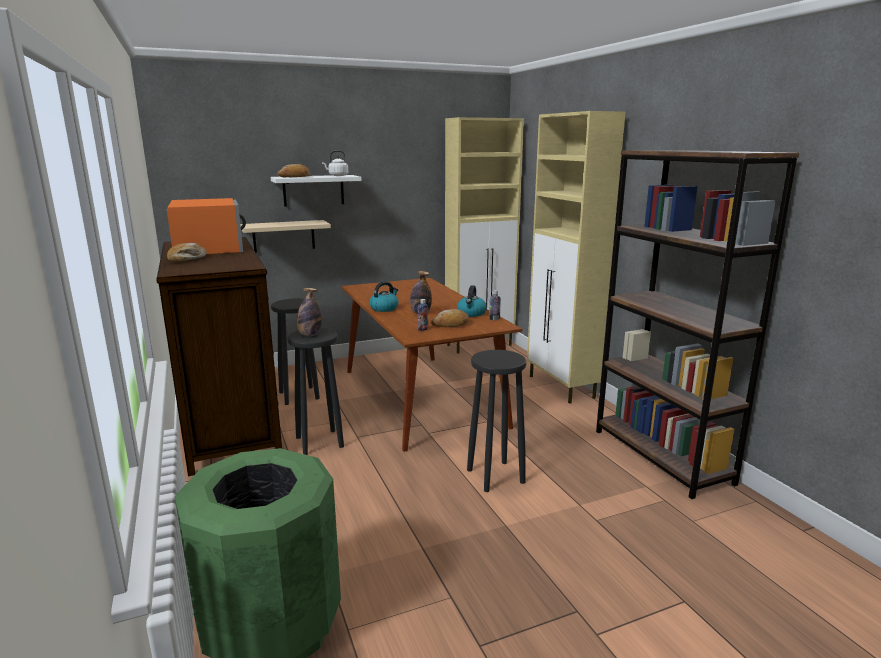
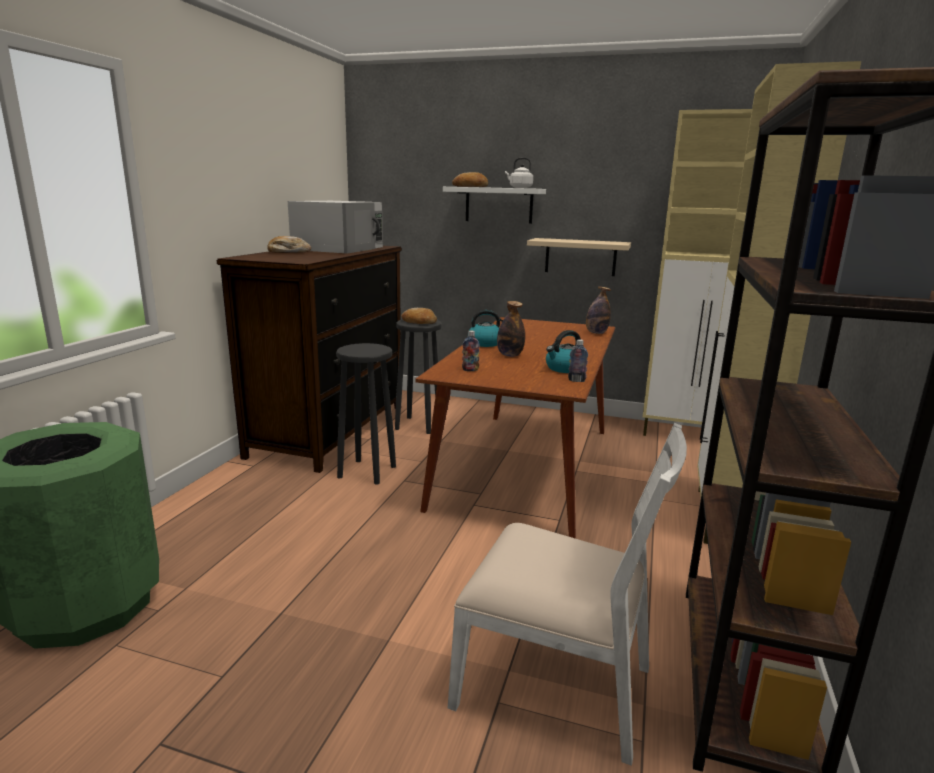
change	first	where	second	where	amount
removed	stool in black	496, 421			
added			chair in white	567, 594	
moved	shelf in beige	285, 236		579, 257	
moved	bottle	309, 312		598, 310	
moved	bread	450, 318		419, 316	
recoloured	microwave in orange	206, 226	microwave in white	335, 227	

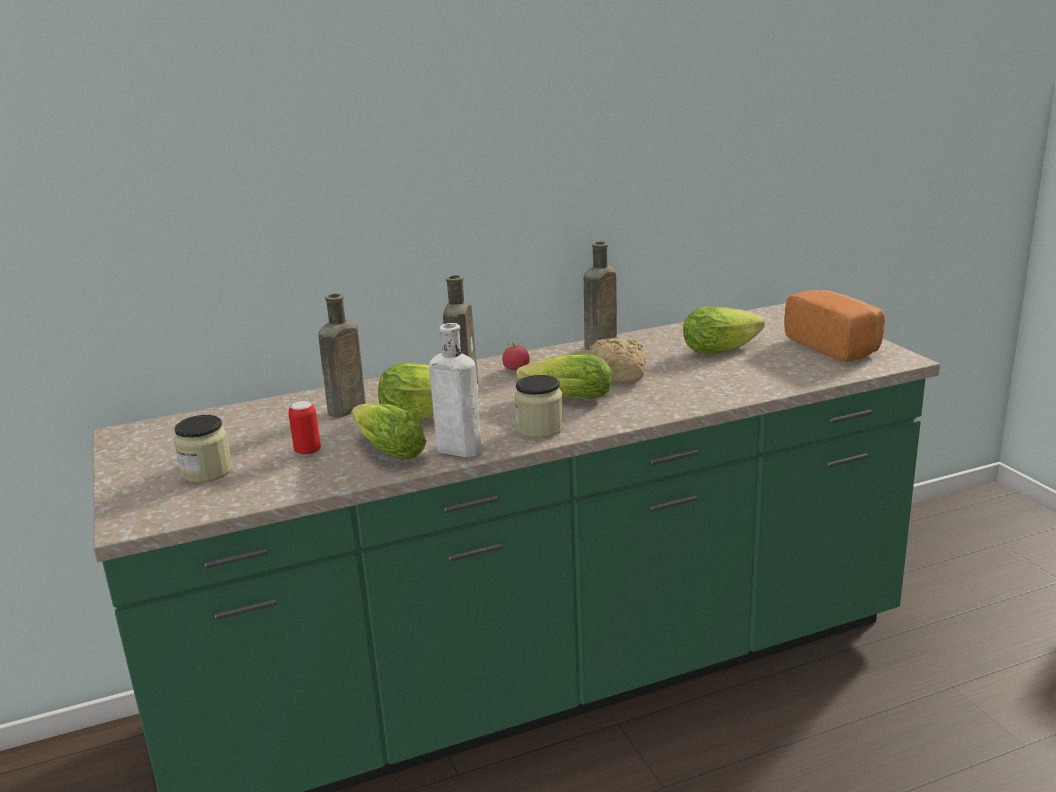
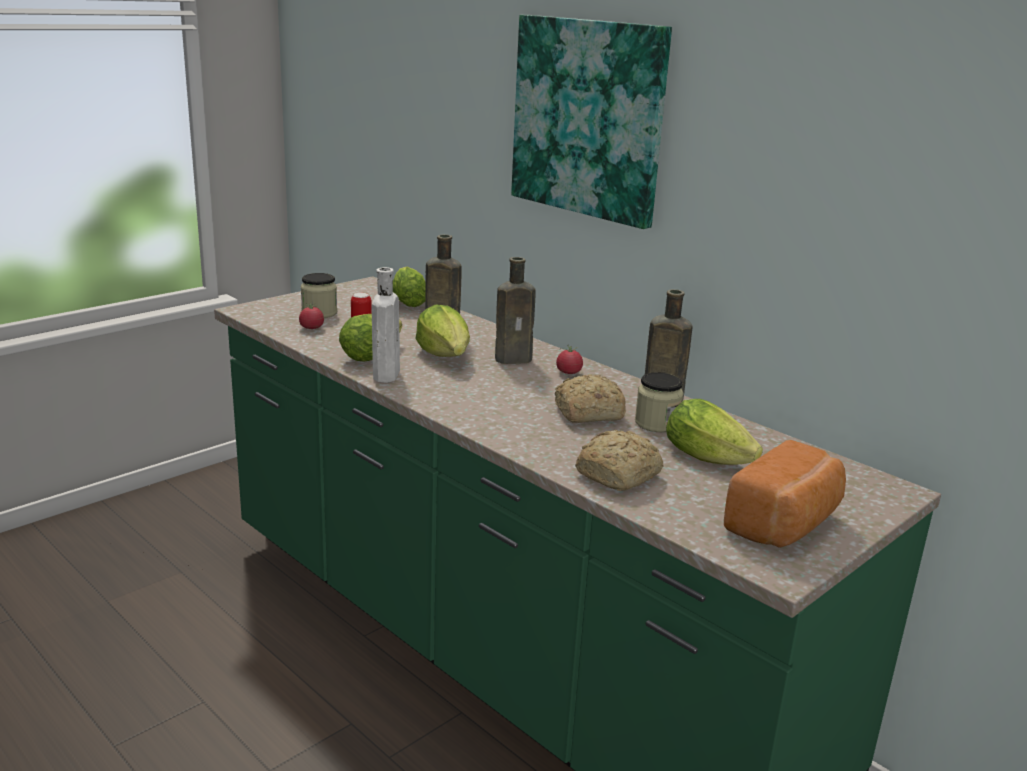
change	first	where	second	where	amount
added			tomato	311, 316	
added			picture	591, 122	
added			bread	619, 460	
moved	jar	538, 406		659, 402	
moved	lettuce	564, 376		409, 287	

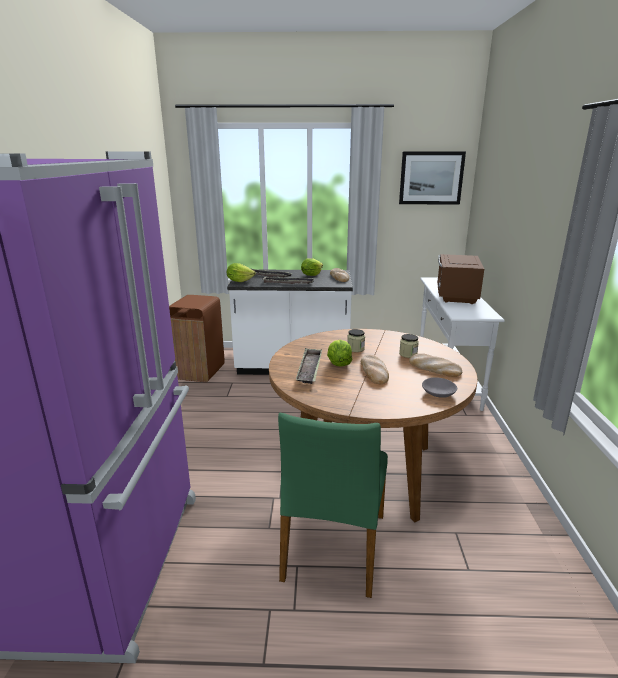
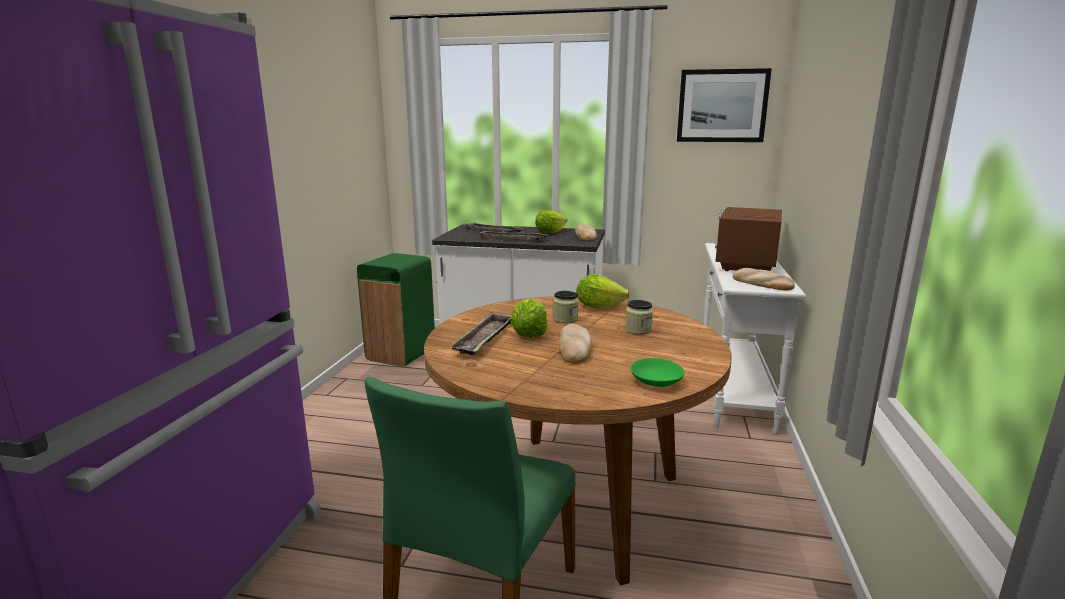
change	first	where	second	where	amount
moved	lettuce	241, 272		603, 292	
moved	bread	435, 365		763, 279	
recoloured	trash can in brown	197, 338	trash can in green	396, 310	
recoloured	bowl in grey	439, 387	bowl in green	657, 372	

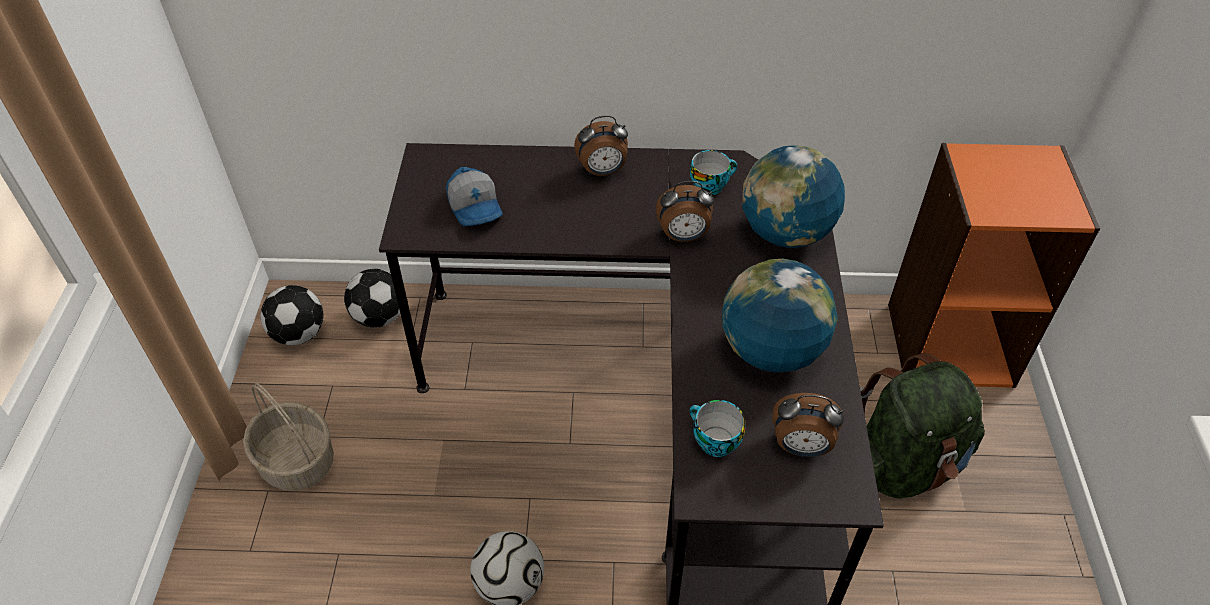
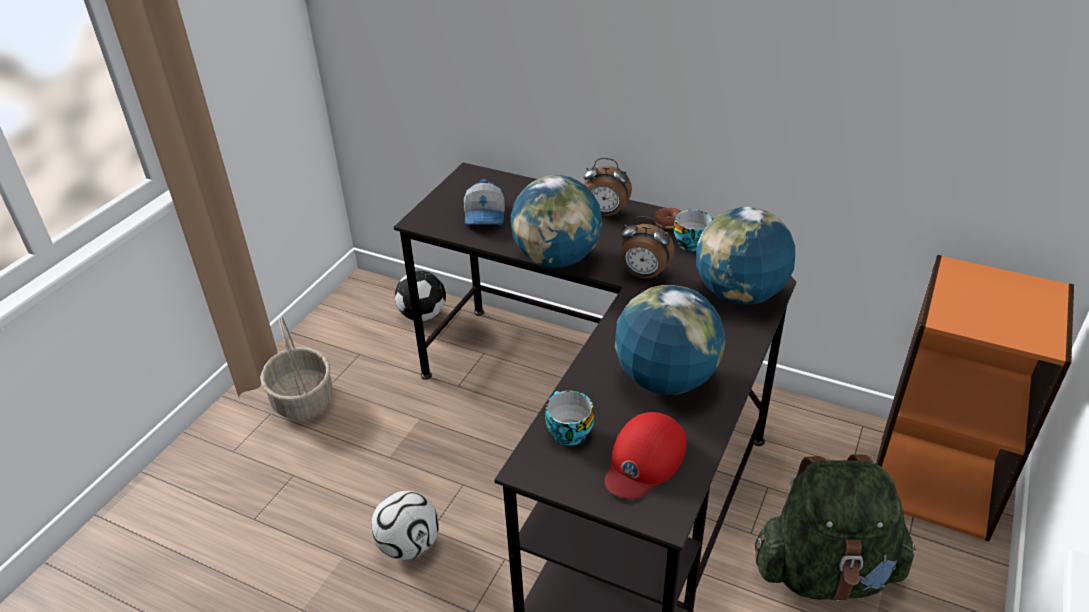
change	first	where	second	where	amount
removed	football	292, 315			
added			globe	556, 221	
added			donut	667, 218	
replaced	alarm clock	808, 425	cap in red	646, 455	

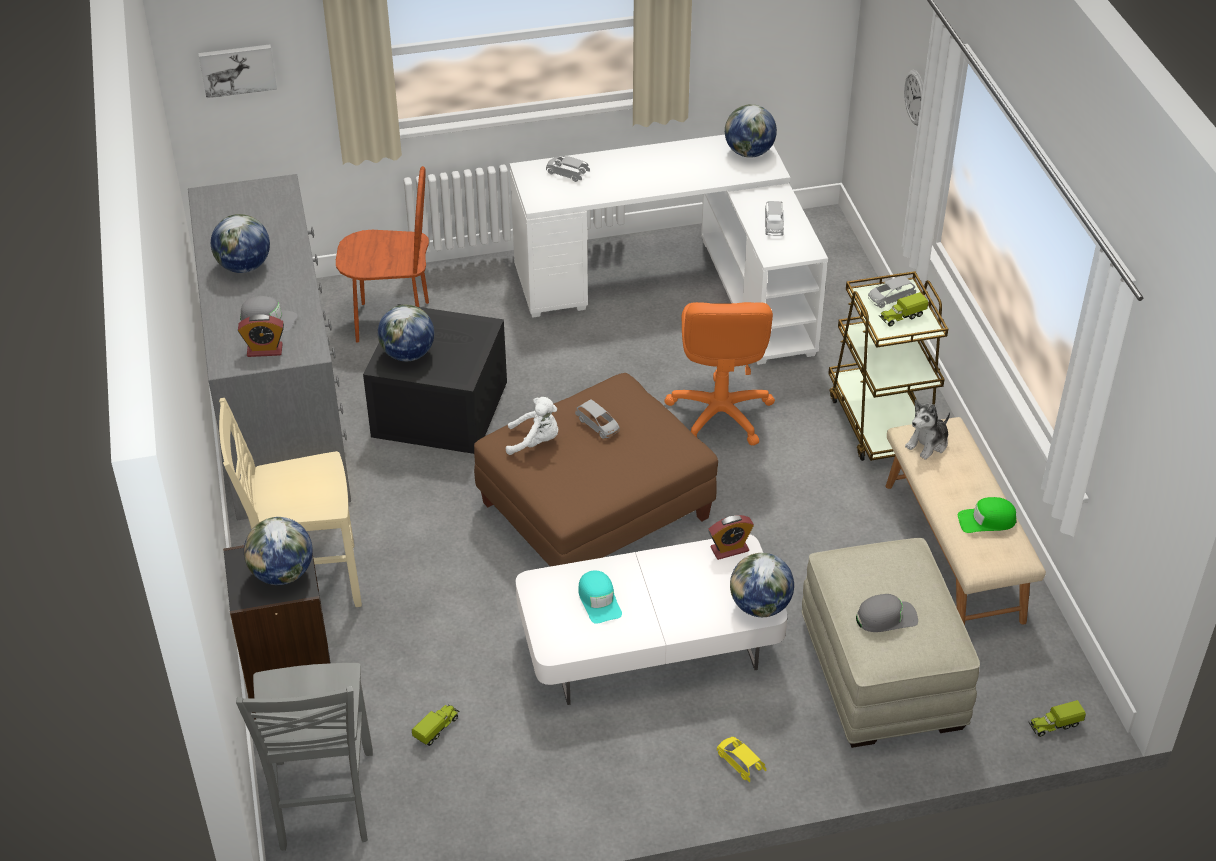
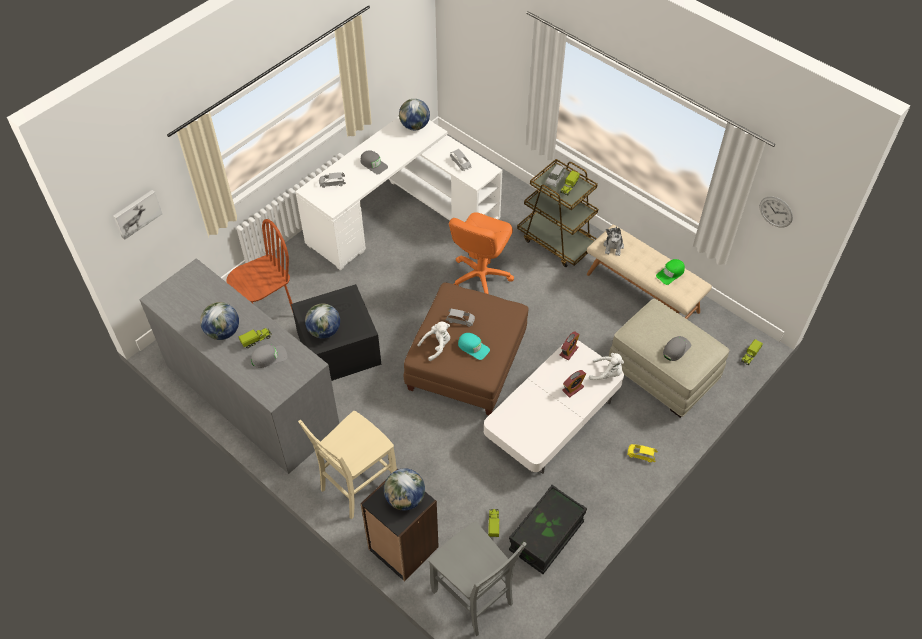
change	first	where	second	where	amount
added			toy truck	255, 338	
added			cap in grey	374, 162	
added			storage box in black	548, 529	
moved	alarm clock	261, 335		574, 383	
moved	cap in turquoise	600, 597		474, 346	
moved	wall clock	913, 98		776, 212	
replaced	globe	762, 585	plush toy in white	606, 366	
turned	office chair in orange	719, 374		481, 253	60 degrees clockwise

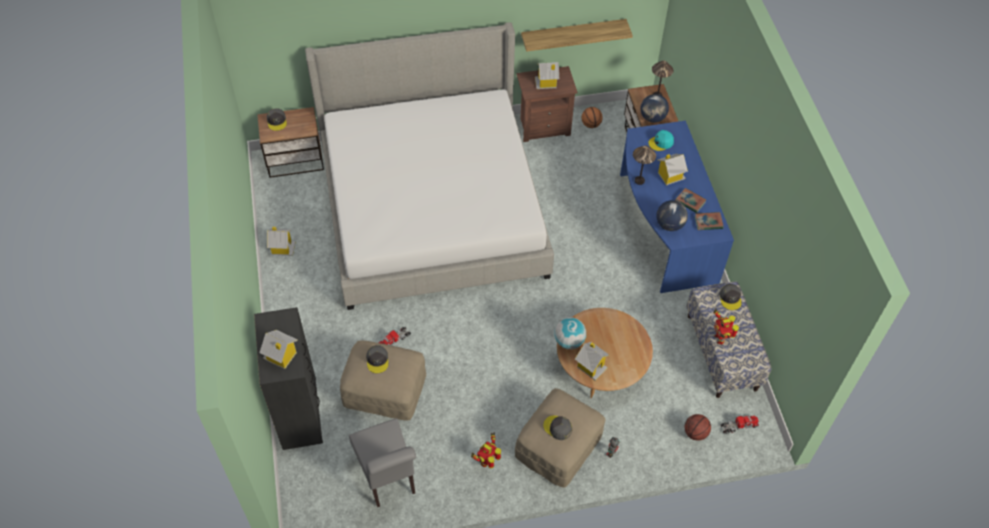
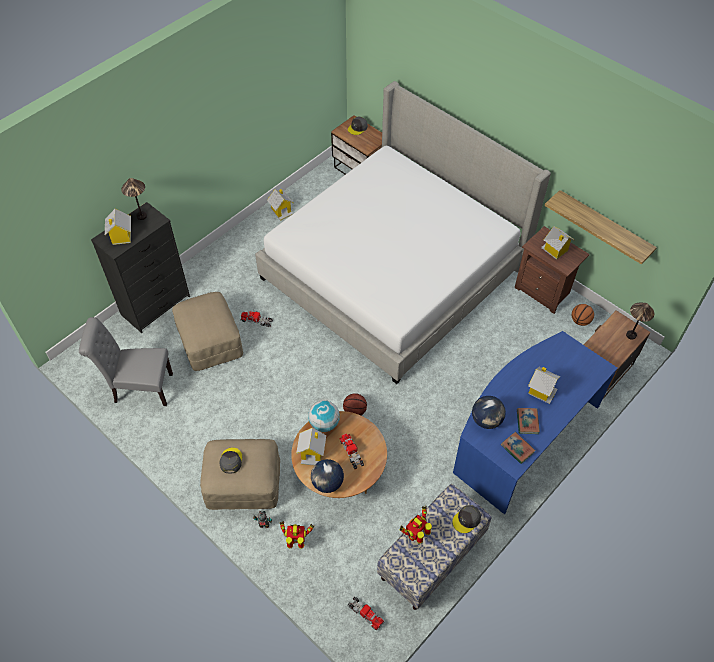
change	first	where	second	where	amount
removed	cap in grey	377, 359			
removed	cap in turquoise	661, 140			
added			toy truck	351, 451	
moved	toy robot	486, 450		297, 535	
moved	table lamp	644, 165		134, 199	
moved	globe	654, 108		327, 476	
moved	basketball	698, 427		355, 404	
turned	chair in grey	382, 462		126, 361	60 degrees clockwise

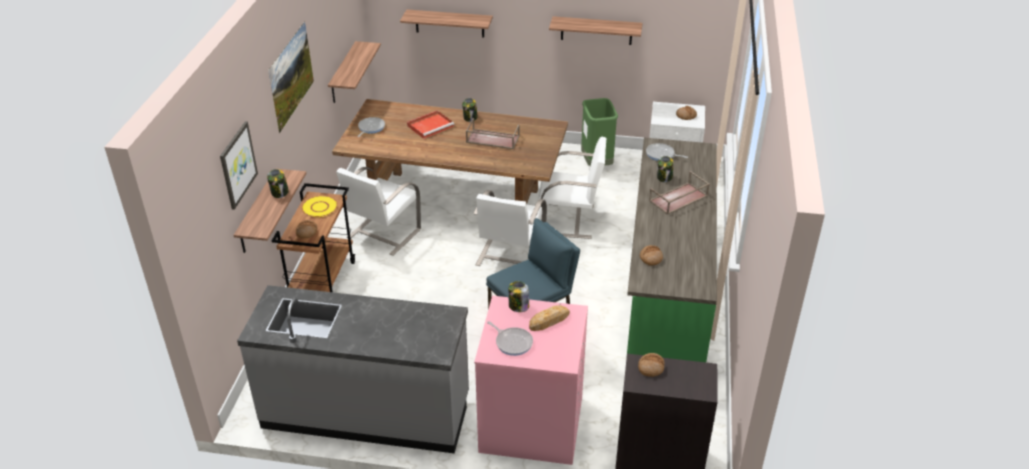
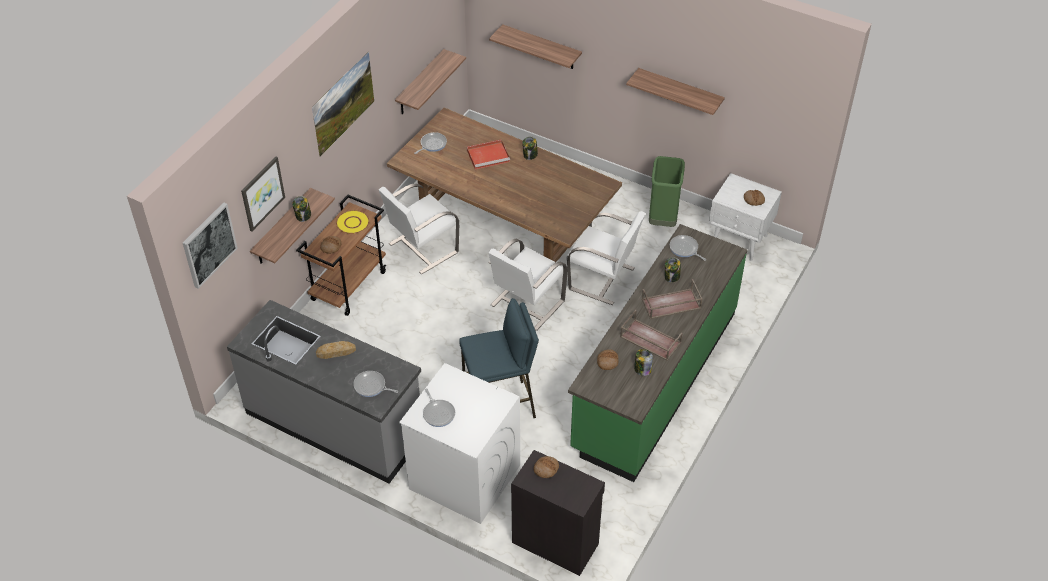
change	first	where	second	where	amount
added			picture	210, 245	
added			frying pan	375, 384	
moved	tray in brown	493, 133		651, 335	
moved	jar	518, 296		643, 362	
moved	bread	549, 318		336, 350	
recoloured	washing machine in pink	531, 380	washing machine in white	459, 443	

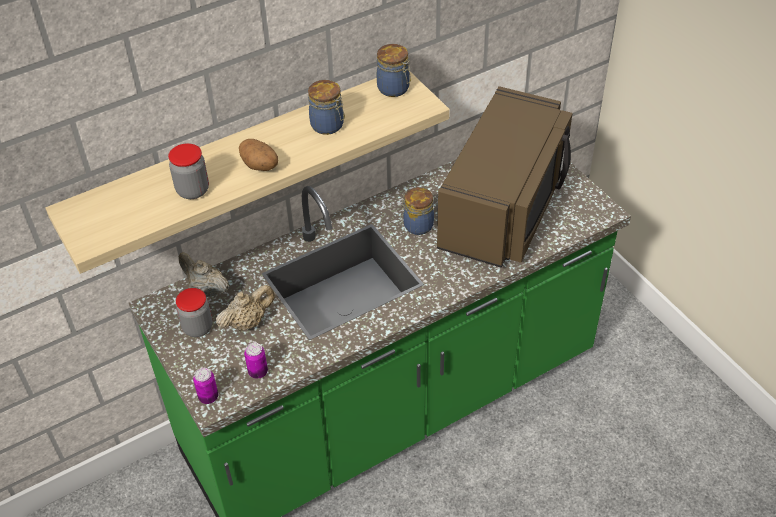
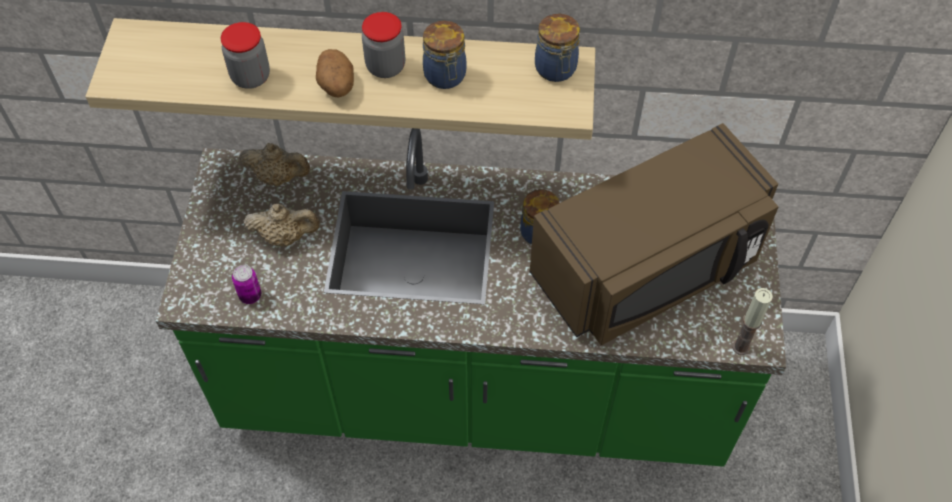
change	first	where	second	where	amount
removed	can	205, 386			
added			candle	752, 321	
moved	jar	194, 312		384, 45	
turned	teapot in beige	204, 275		274, 164	120 degrees clockwise

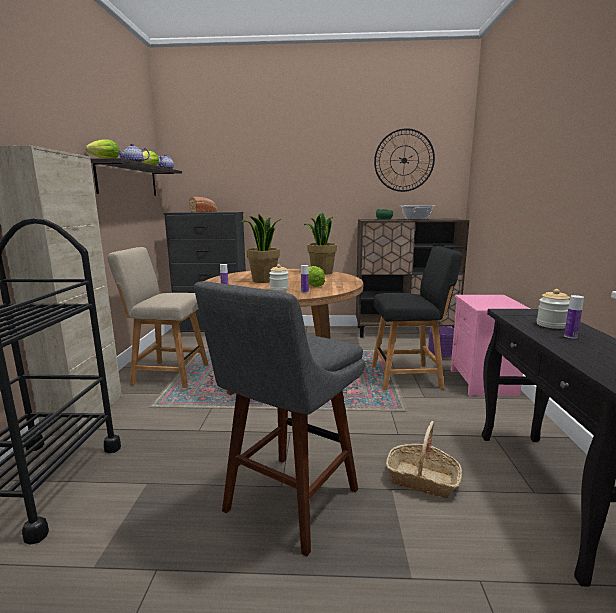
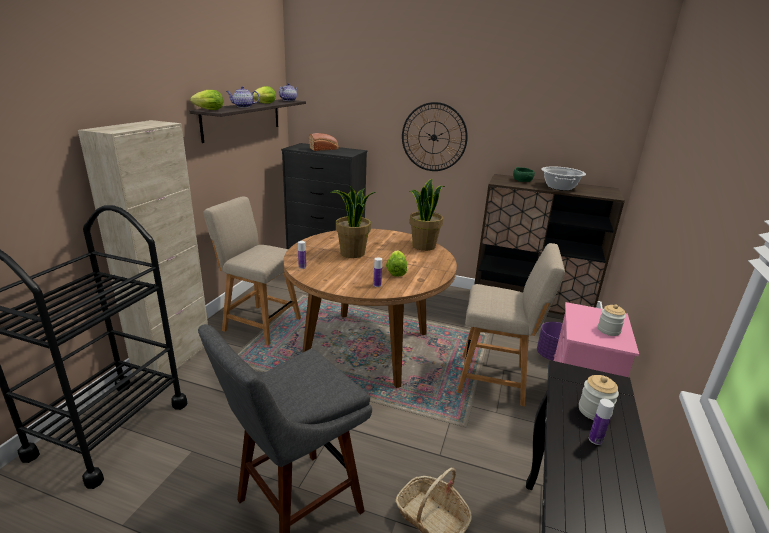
change	first	where	second	where	amount
moved	jar	279, 278		612, 320	
moved	wall clock	404, 160		435, 136	
recoloured	chair in black	417, 318	chair in beige	511, 324	

